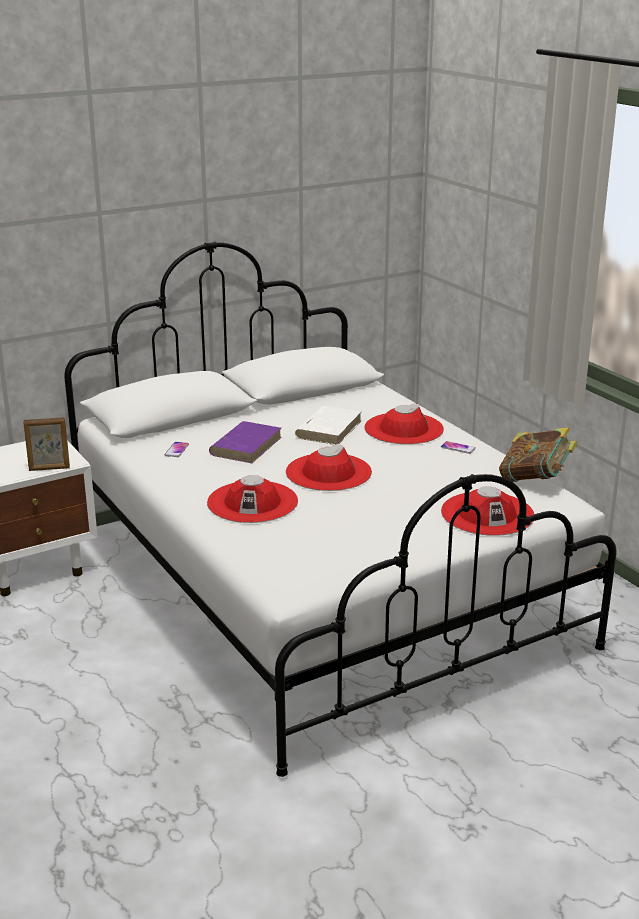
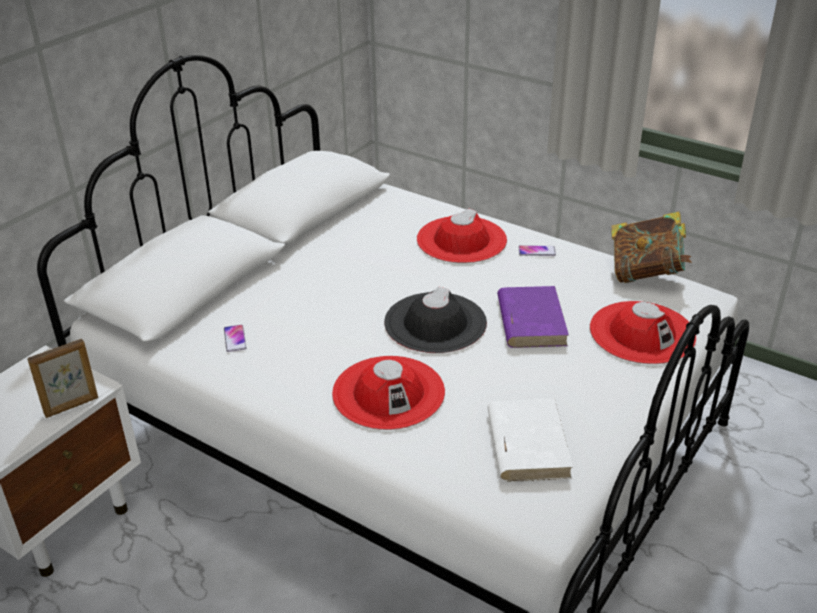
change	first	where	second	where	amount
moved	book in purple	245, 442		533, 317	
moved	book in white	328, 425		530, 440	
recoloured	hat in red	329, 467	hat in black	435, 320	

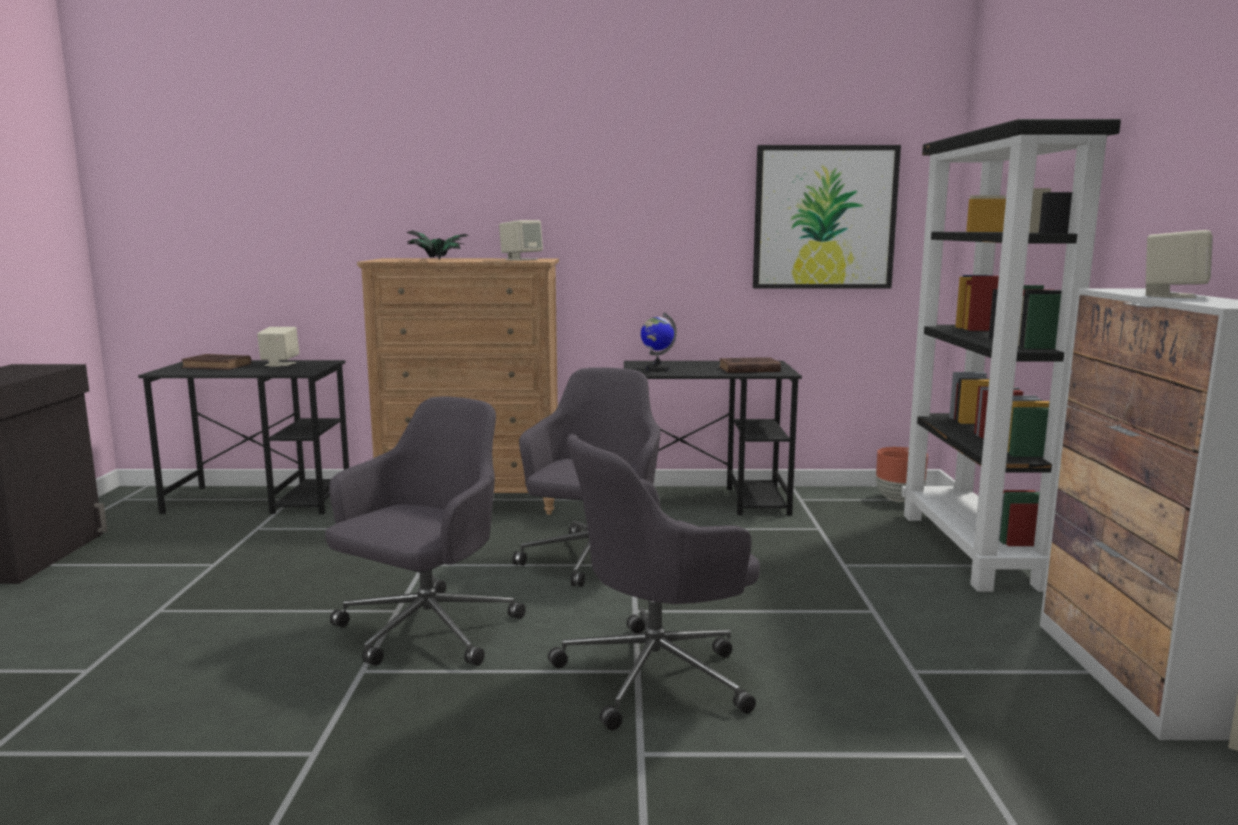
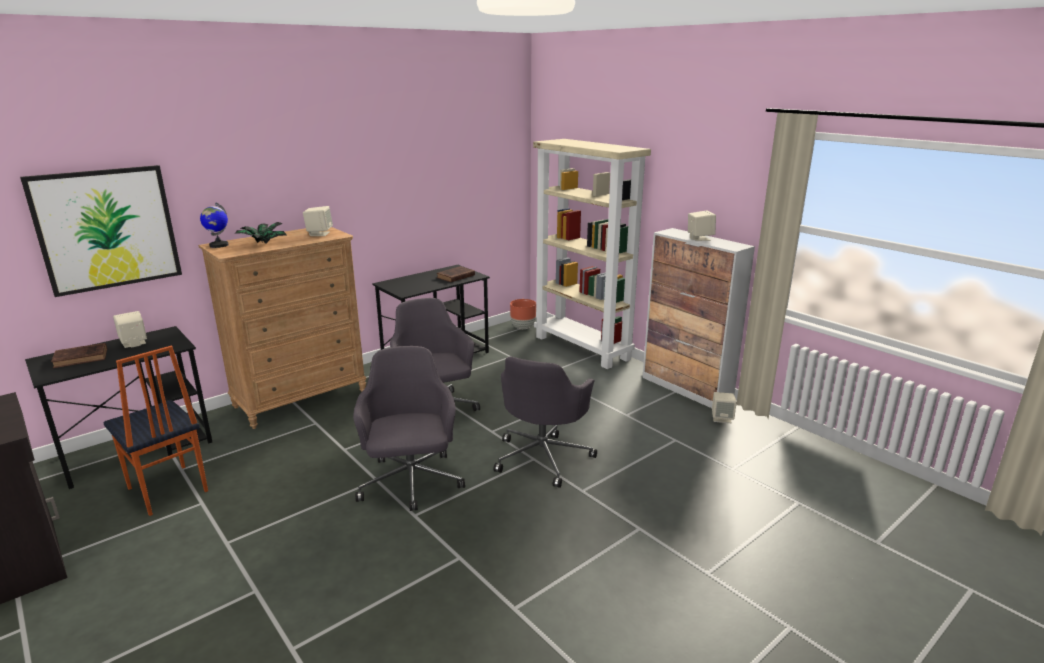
change	first	where	second	where	amount
added			chair	156, 431	
added			speaker in beige	724, 407	
moved	globe	659, 342		214, 225	
moved	picture	827, 216		101, 231	
recoloured	bookcase in black	1011, 355	bookcase in beige	592, 254	

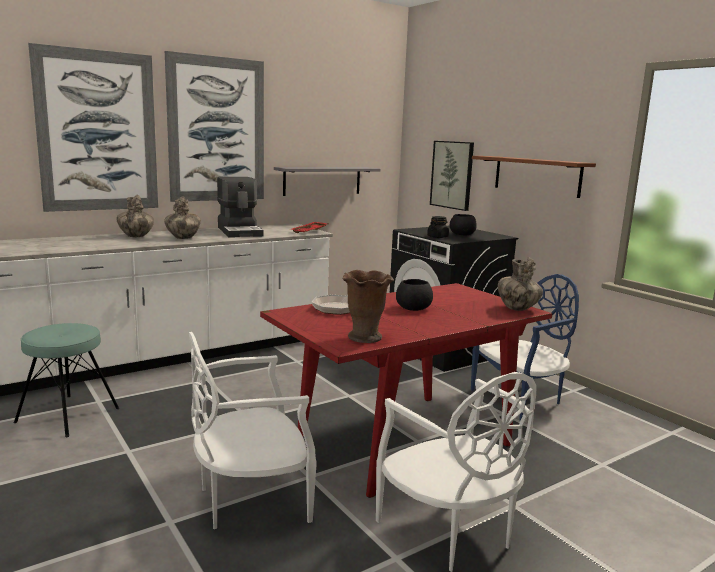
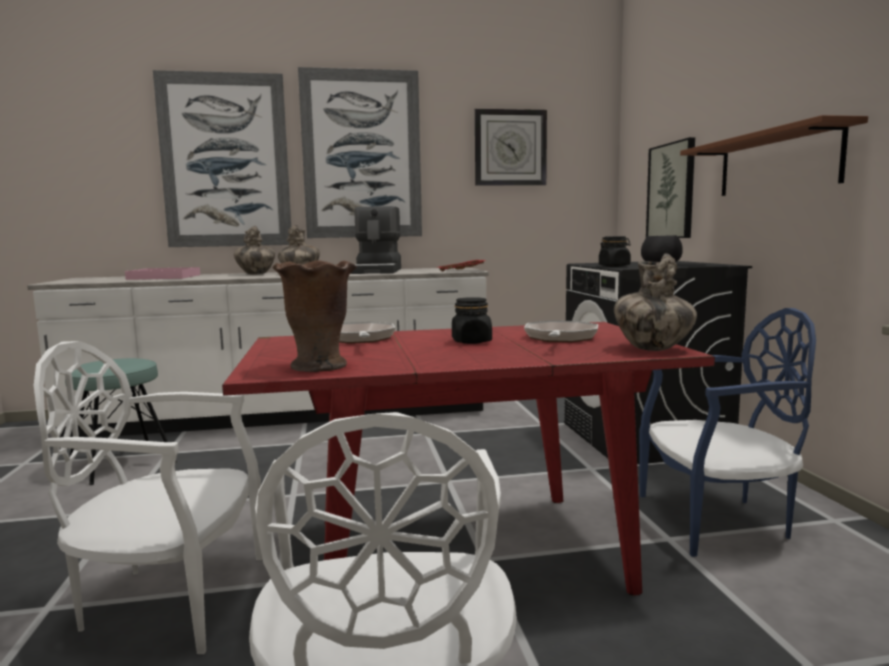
change	first	where	second	where	amount
removed	shelf in grey	327, 181			
added			tray in pink	162, 273	
added			wall clock	511, 147	
added			frying pan	561, 331	
replaced	bowl in black	414, 295	jar in black	472, 320	

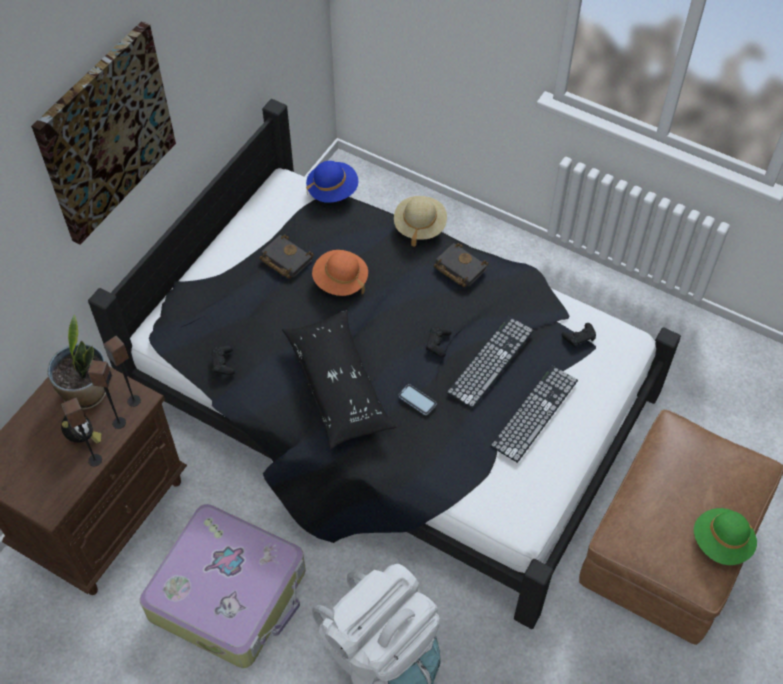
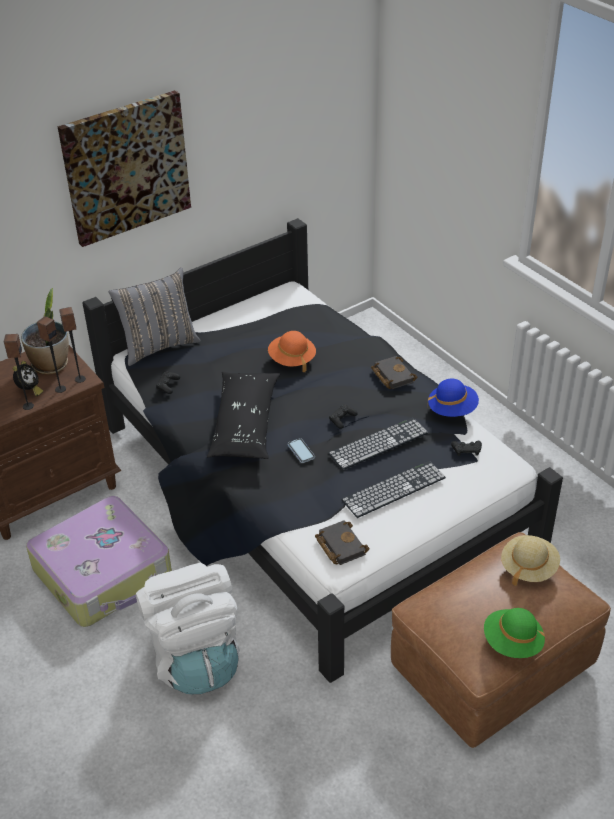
change	first	where	second	where	amount
added			pillow in grey	154, 317	
moved	book in black	286, 256		342, 542	
moved	hat in blue	332, 182		453, 397	
moved	hat in beige	420, 221		530, 560	

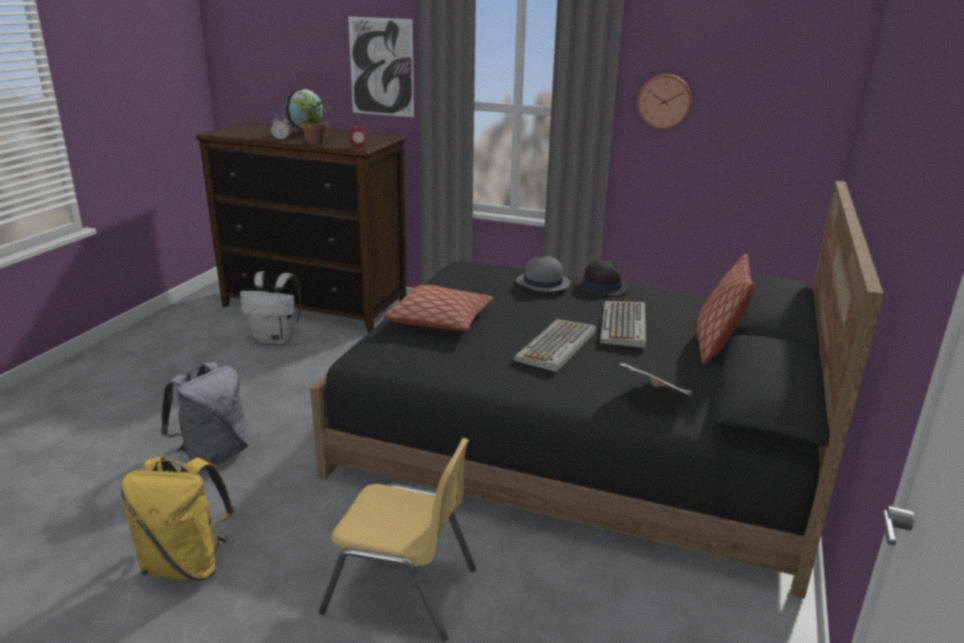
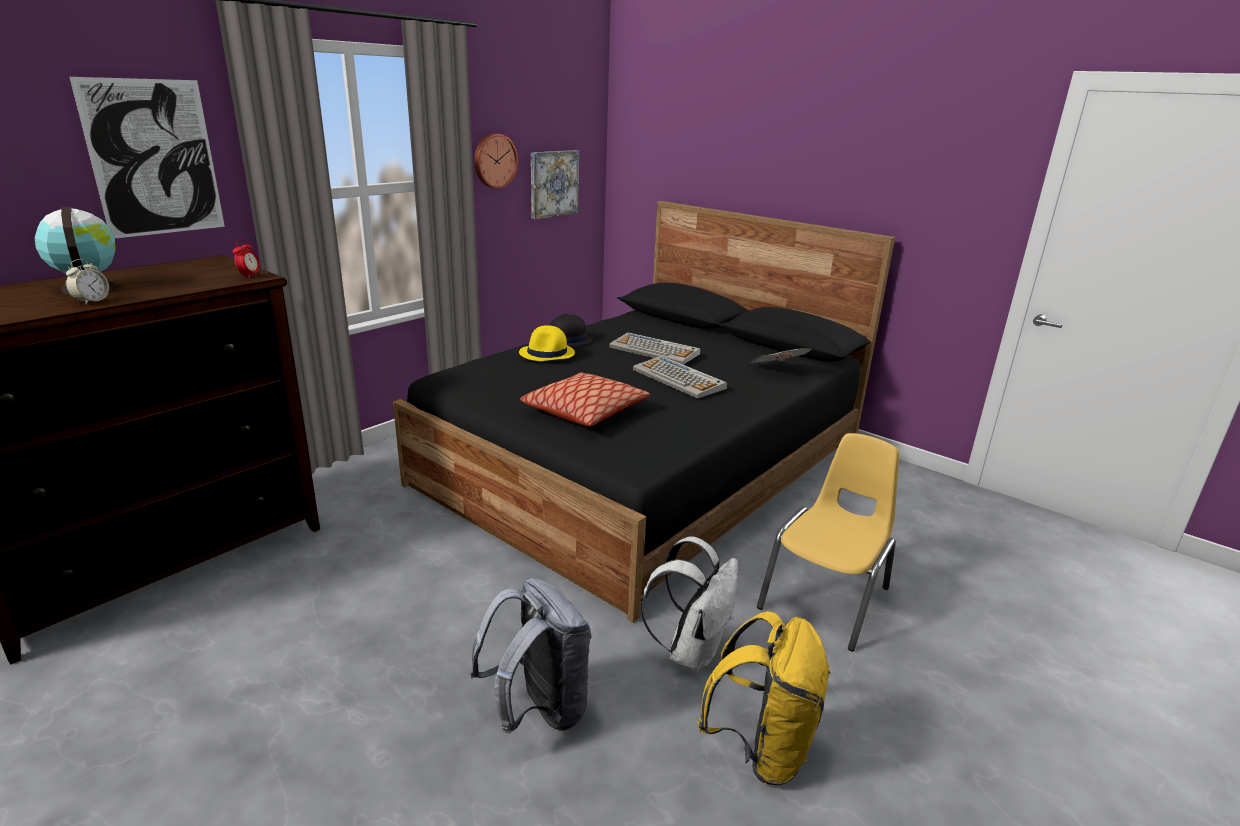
change	first	where	second	where	amount
removed	potted plant	315, 118			
removed	pillow	726, 309			
added			picture	555, 184	
moved	backpack in white	270, 307		689, 604	
recoloured	hat in grey	543, 274	hat in yellow	547, 343	

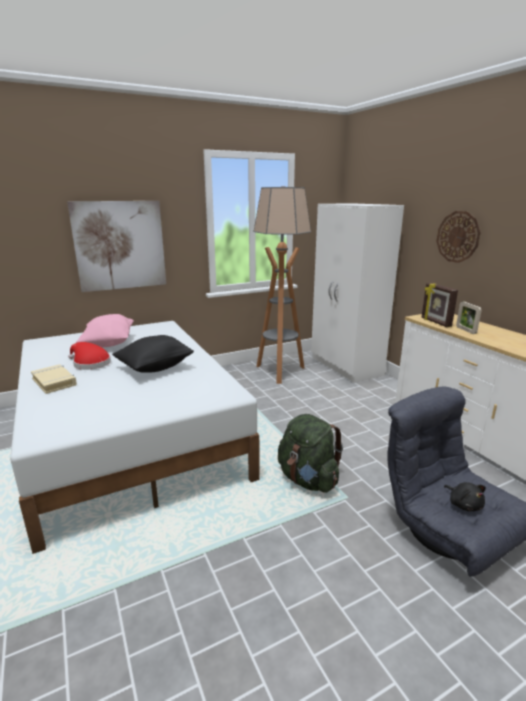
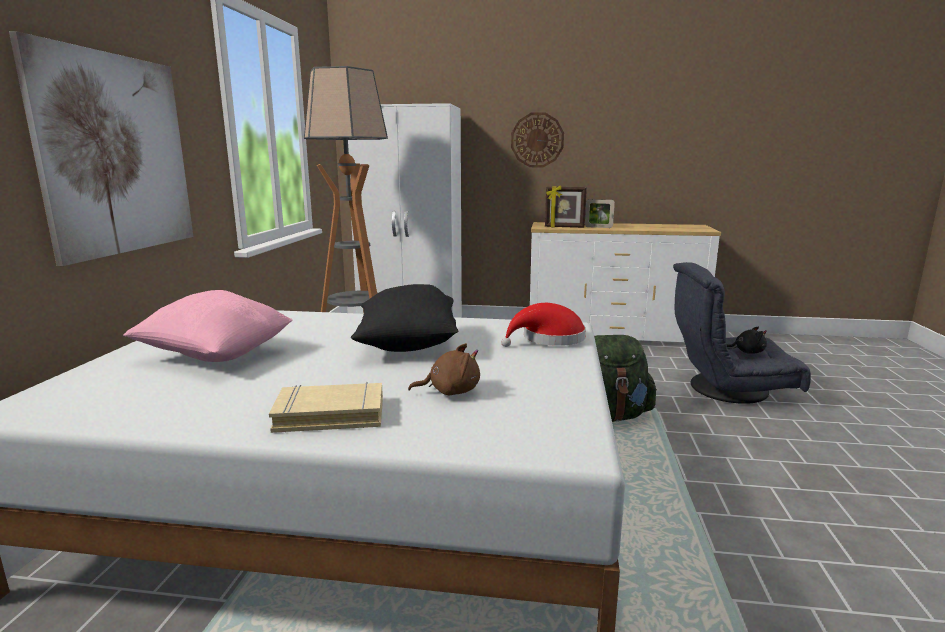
change	first	where	second	where	amount
added			plush toy in brown	444, 369	
moved	hat in red	89, 356		543, 325	

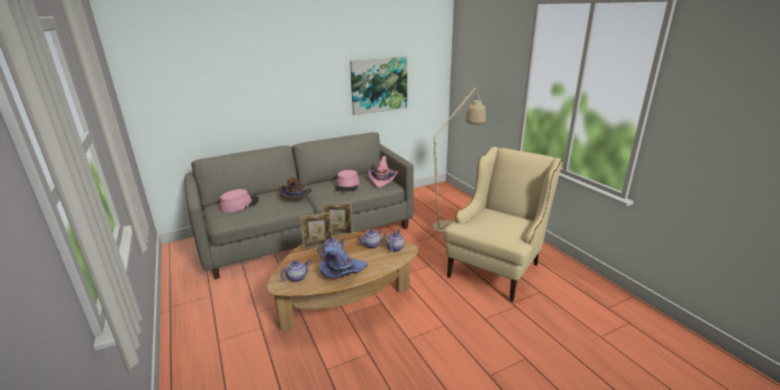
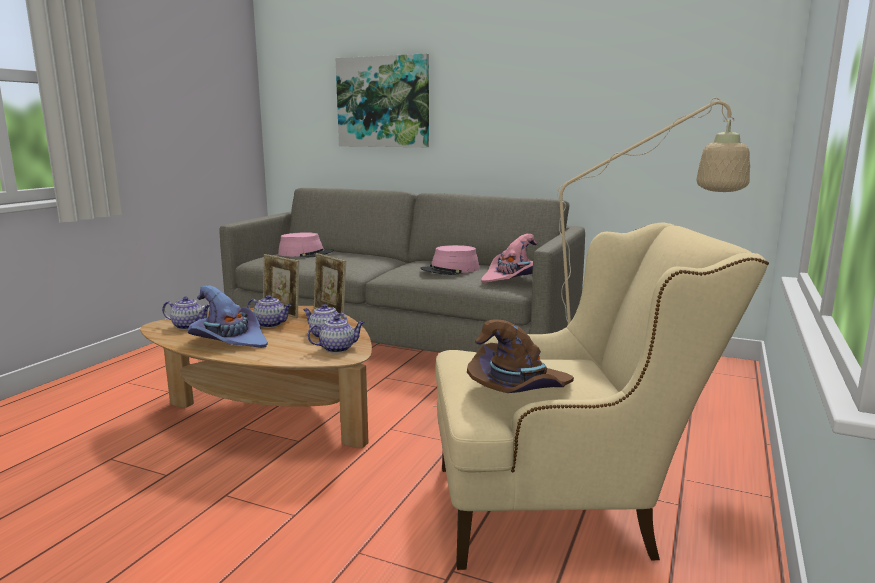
change	first	where	second	where	amount
moved	hat in brown	295, 188		520, 356	
moved	picture	378, 86		382, 100	

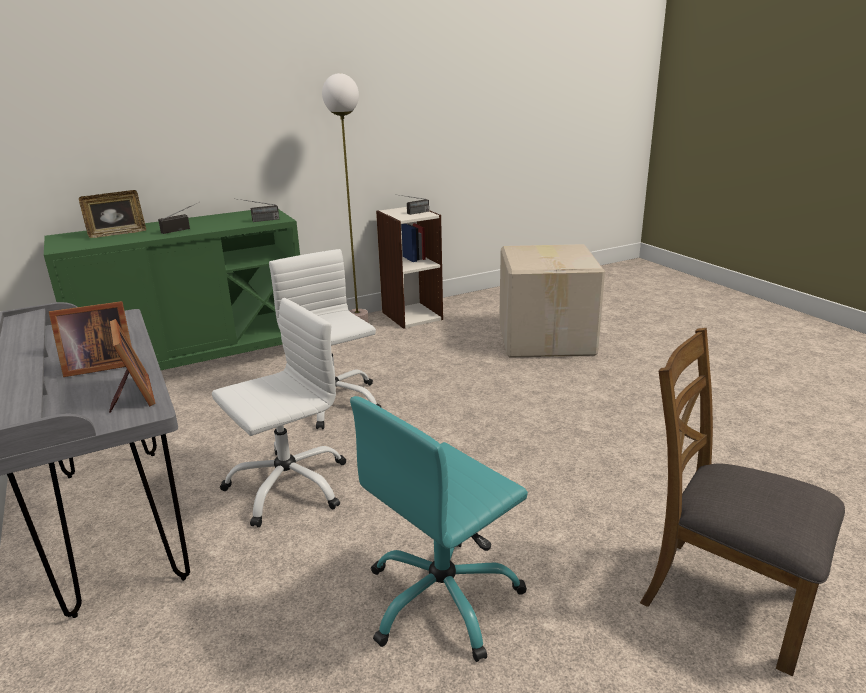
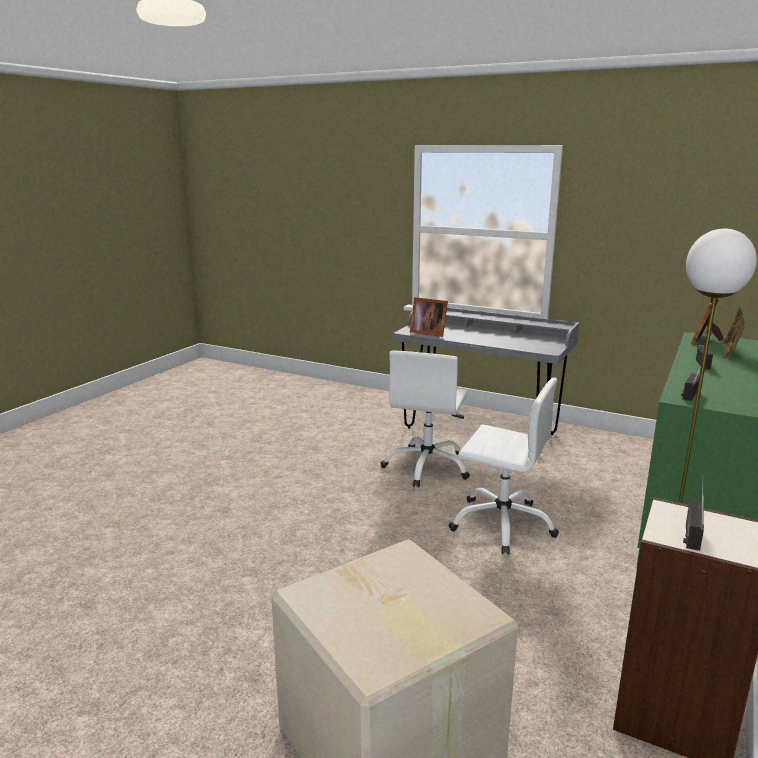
change	first	where	second	where	amount
removed	office chair in turquoise	439, 529			
removed	chair in brown	742, 502			
moved	picture frame	90, 339		707, 321	

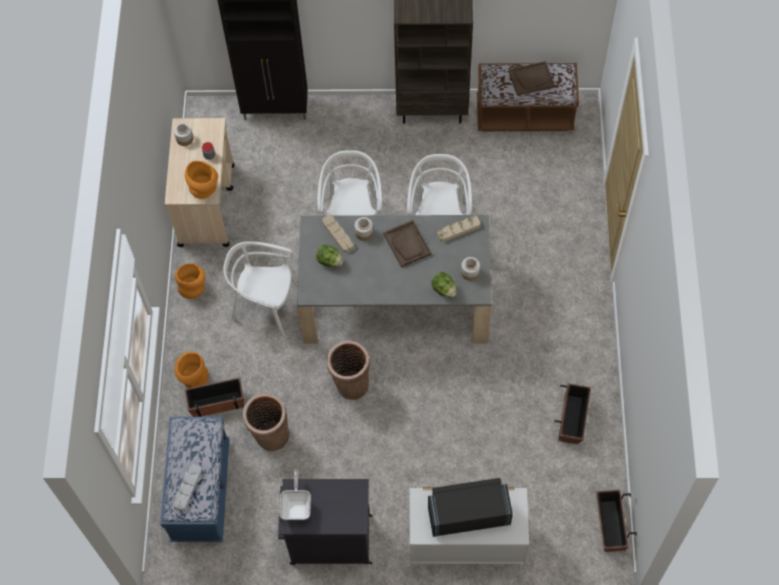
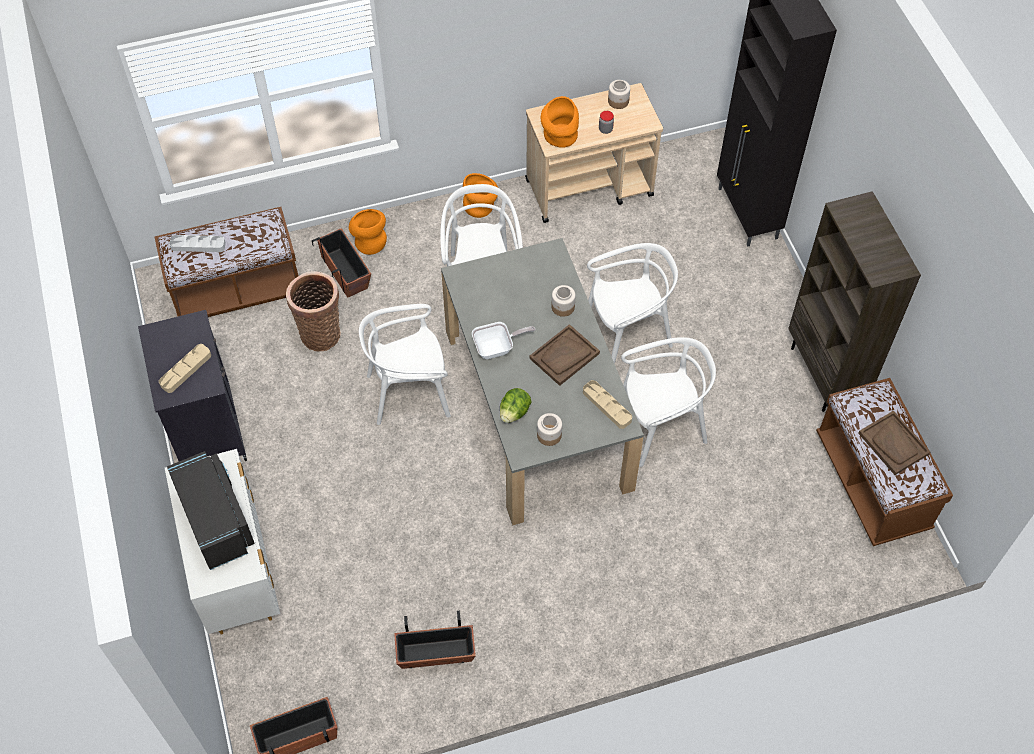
change	first	where	second	where	amount
removed	lettuce	329, 255			
moved	frying pan	295, 494		504, 340	
moved	tray in beige	338, 233		185, 368	
replaced	basket	348, 370	chair in white	405, 364	
recoloured	bench in blue	194, 479	bench in brown	226, 262	

